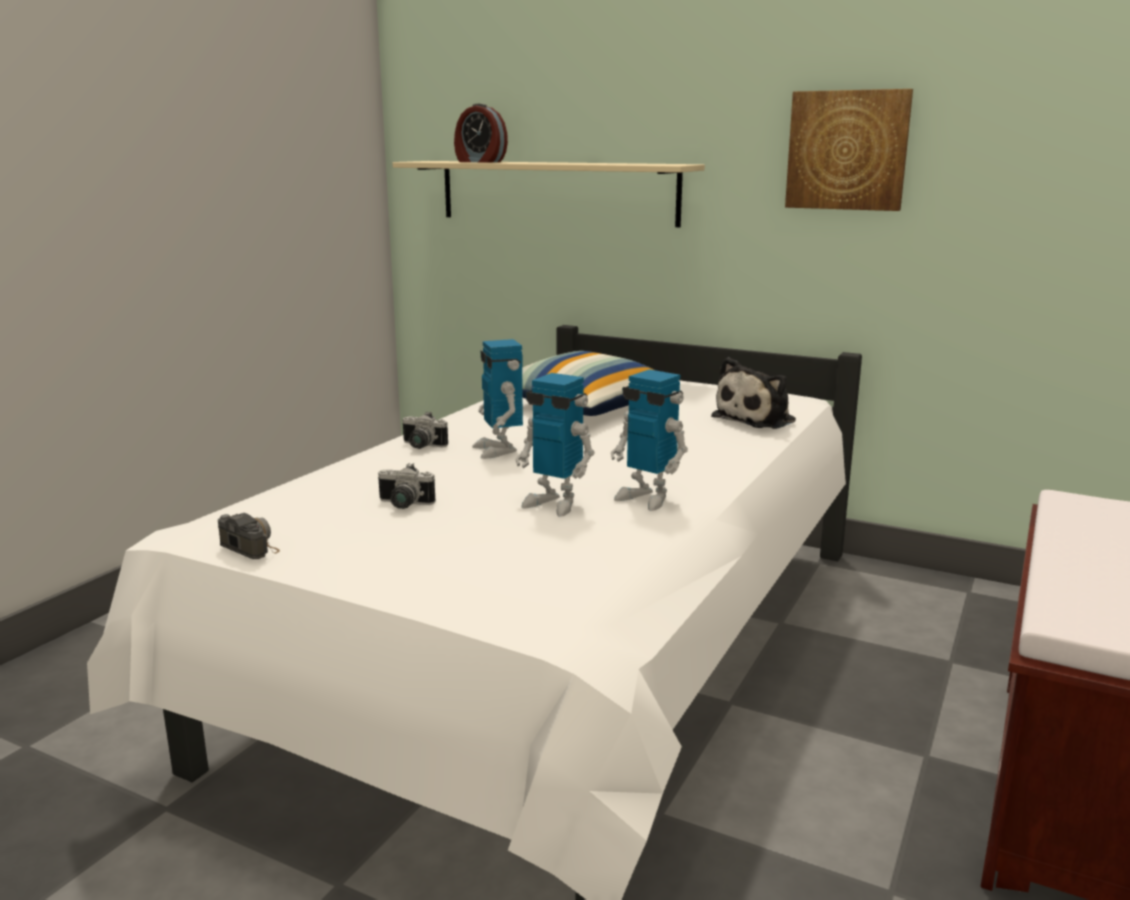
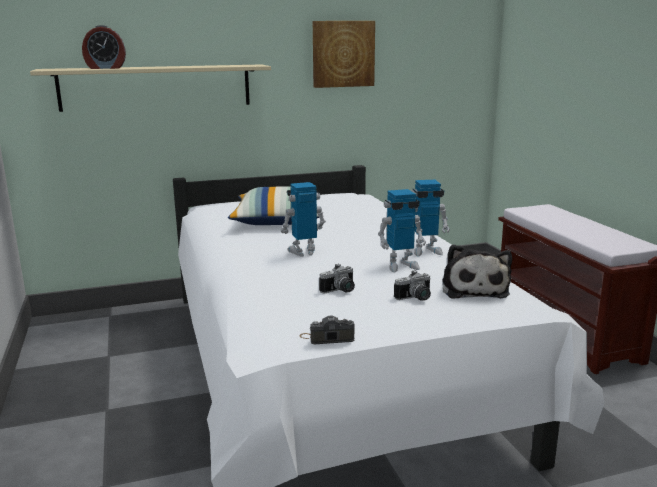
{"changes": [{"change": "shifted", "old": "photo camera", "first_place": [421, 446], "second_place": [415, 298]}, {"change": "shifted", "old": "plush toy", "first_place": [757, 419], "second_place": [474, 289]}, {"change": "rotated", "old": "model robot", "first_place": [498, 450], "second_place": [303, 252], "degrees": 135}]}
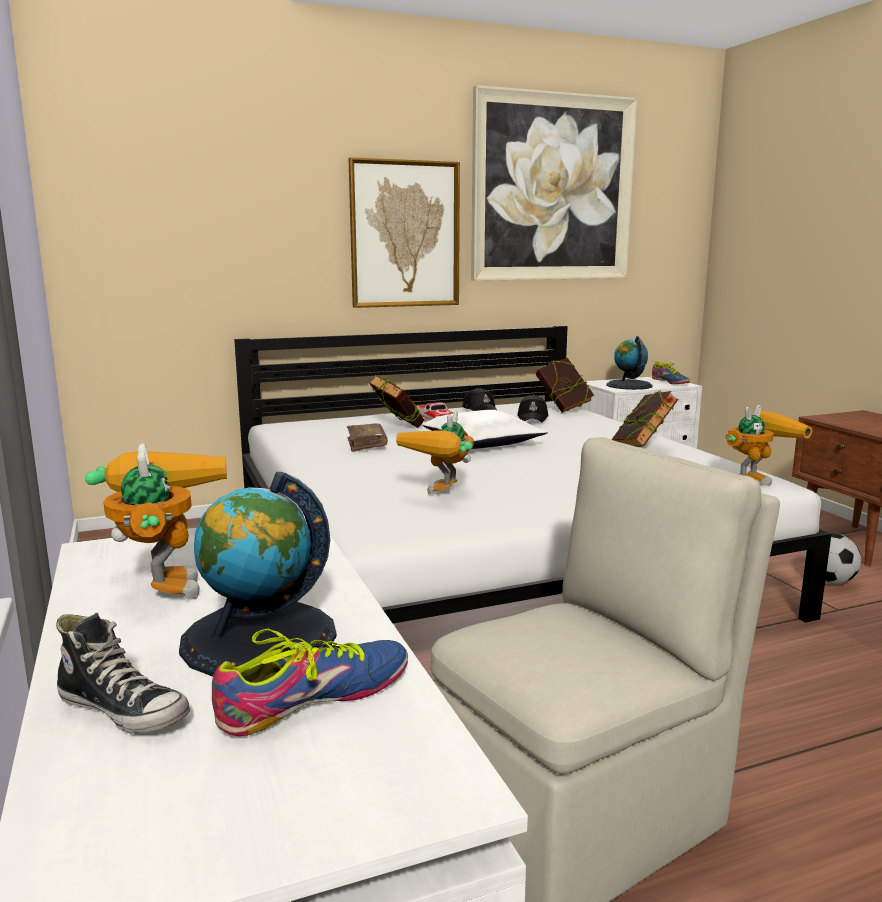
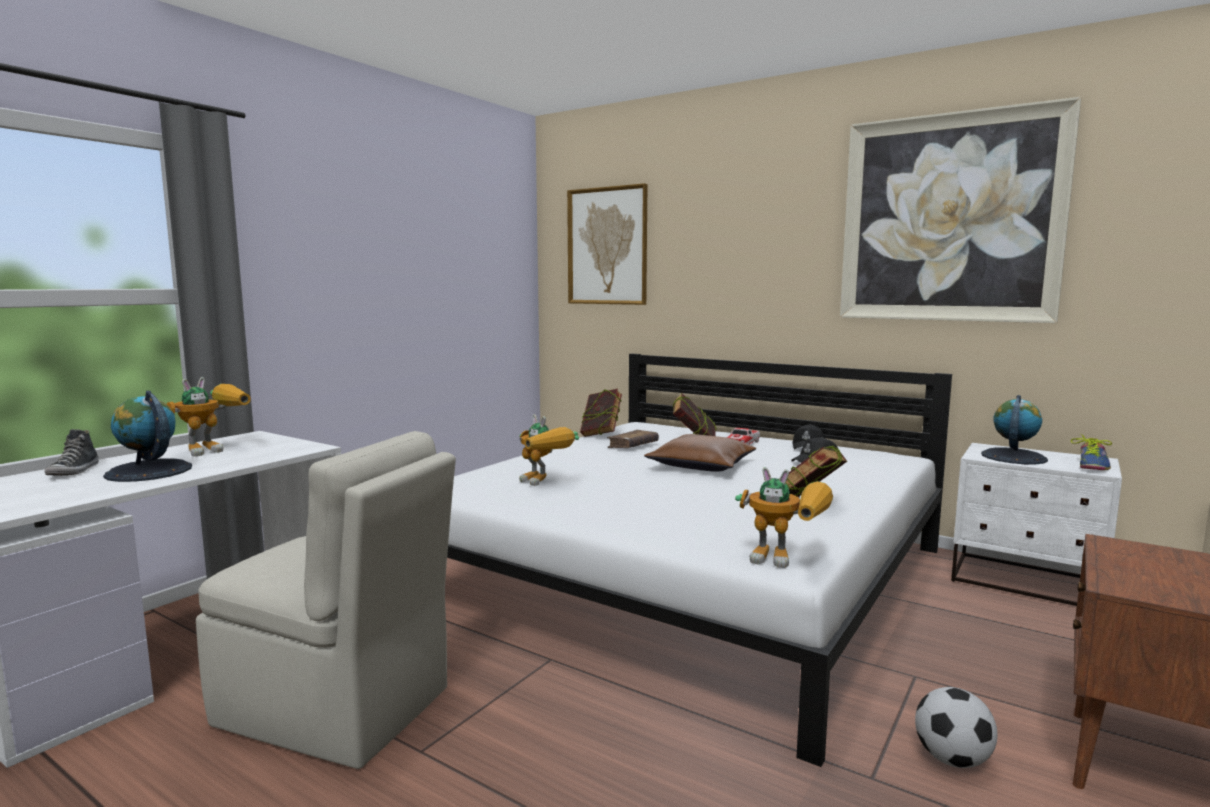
{"changes": [{"change": "gone", "old": "item of footwear", "first_place": [314, 697]}, {"change": "shifted", "old": "picture", "first_place": [405, 234], "second_place": [607, 246]}, {"change": "shifted", "old": "volume", "first_place": [563, 409], "second_place": [601, 435]}, {"change": "repainted", "old": "white-coloured pillow", "new": "brown pillow", "first_place": [483, 443], "second_place": [702, 466]}, {"change": "rotated", "old": "model robot", "first_place": [443, 495], "second_place": [545, 483], "degrees": -120}]}
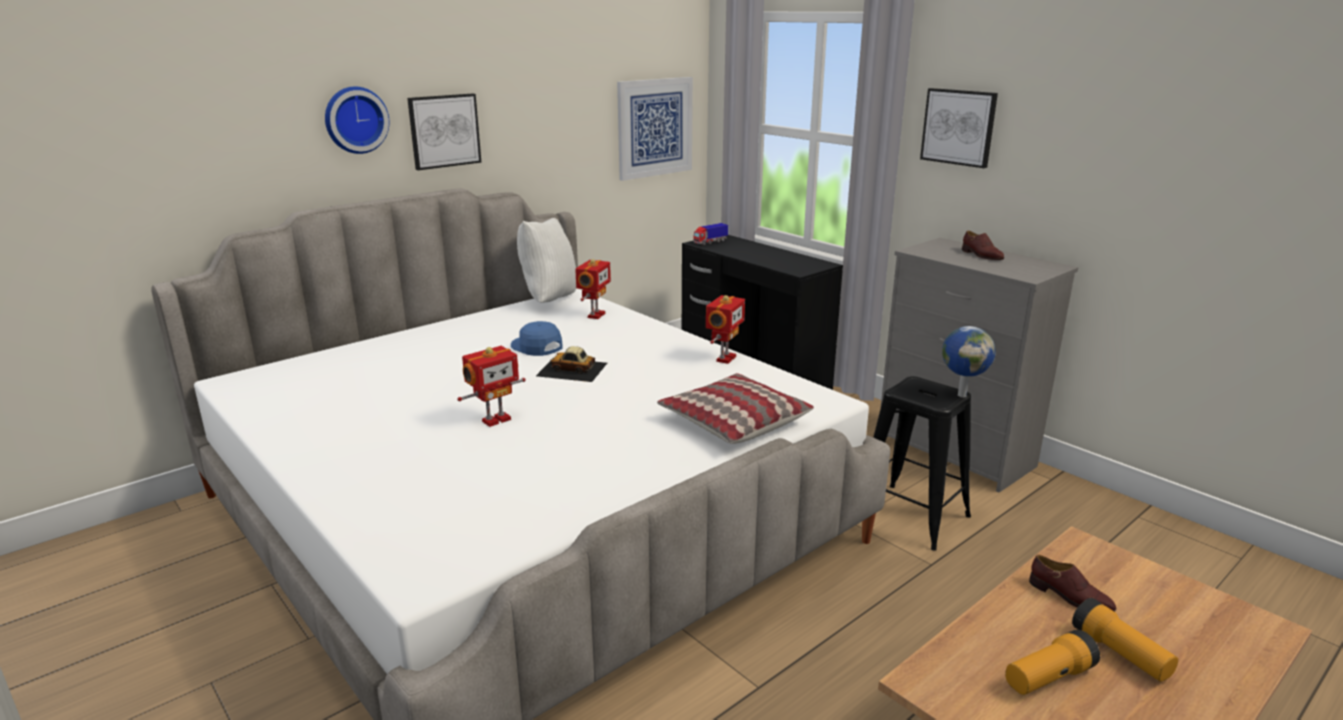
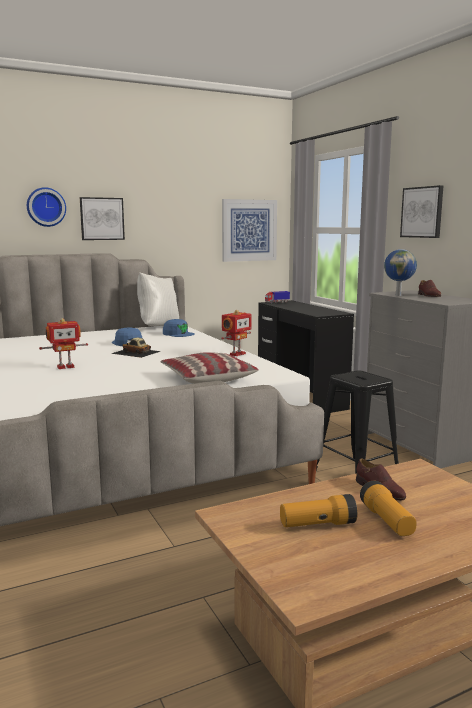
{"changes": [{"change": "shifted", "old": "desk globe", "first_place": [961, 395], "second_place": [398, 295]}, {"change": "swapped", "old": "model robot", "new": "blue-coloured cap", "first_place": [595, 315], "second_place": [178, 334]}]}
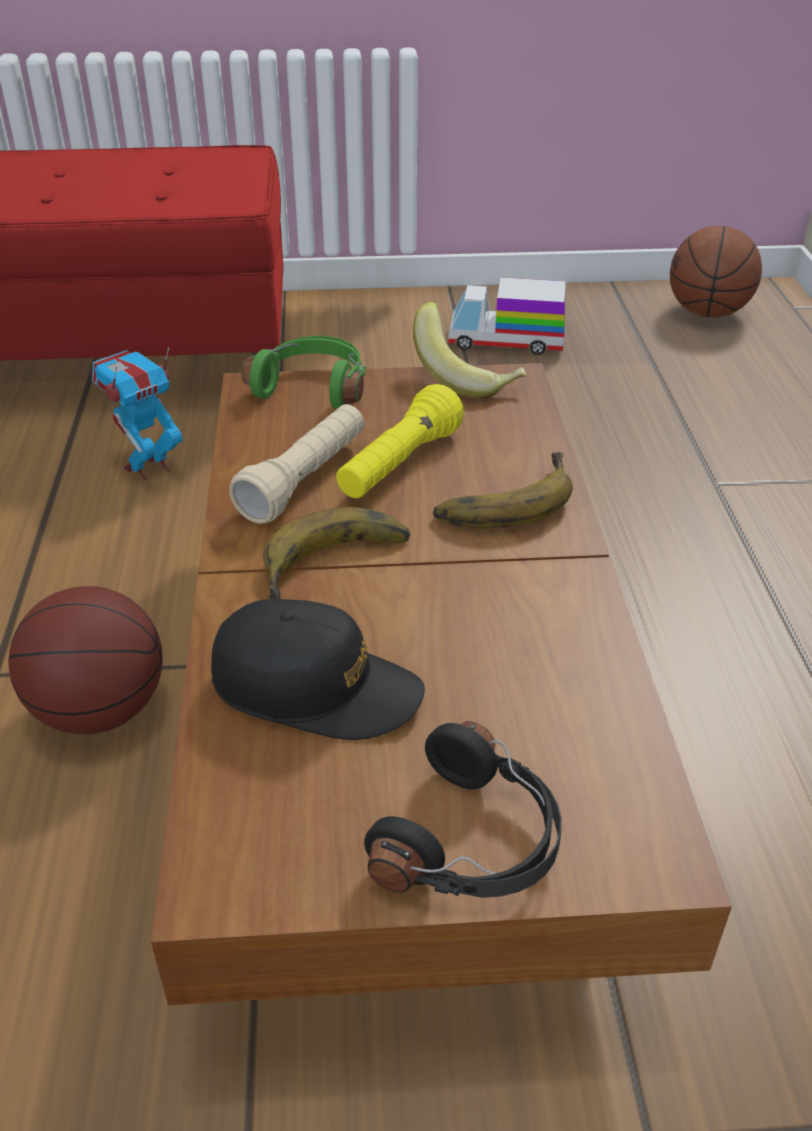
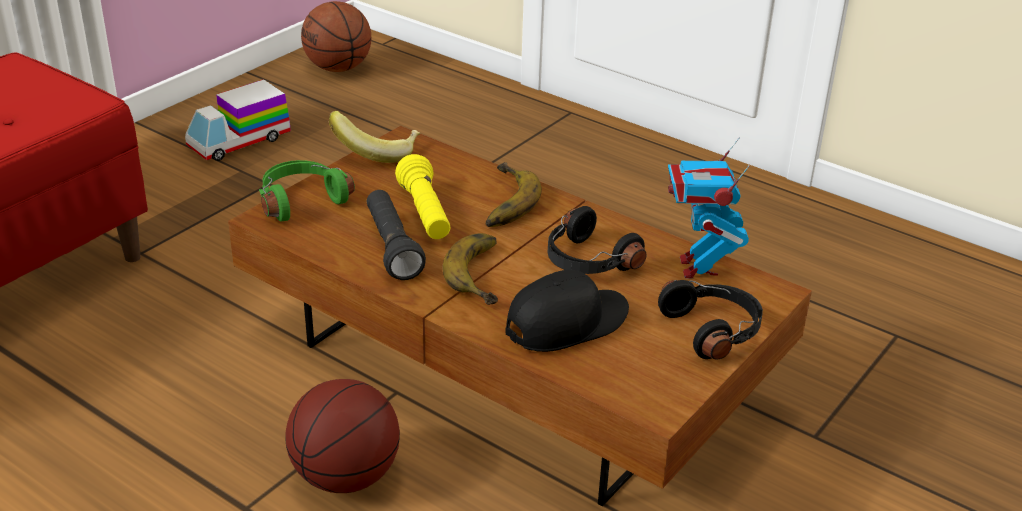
{"changes": [{"change": "new", "new": "black headset", "second_place": [587, 261]}, {"change": "shifted", "old": "model robot", "first_place": [148, 468], "second_place": [698, 267]}, {"change": "repainted", "old": "beige flashlight", "new": "black flashlight", "first_place": [304, 480], "second_place": [392, 247]}]}
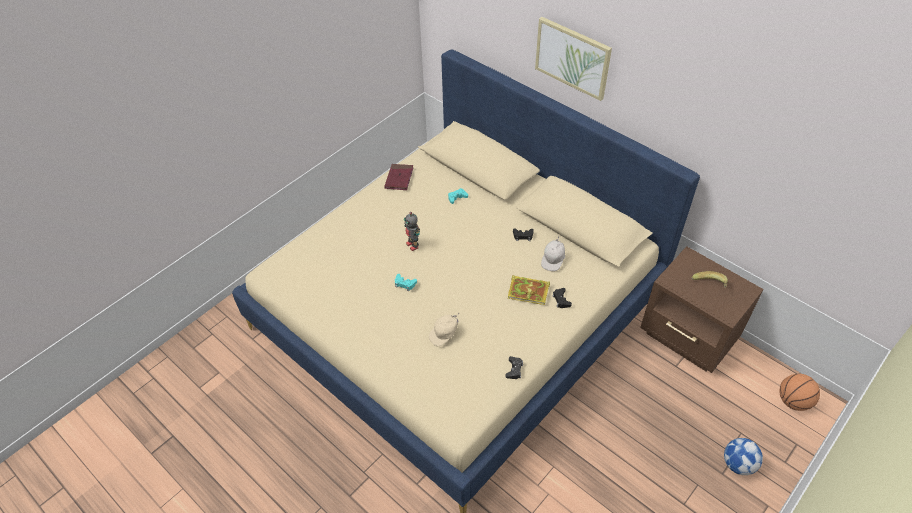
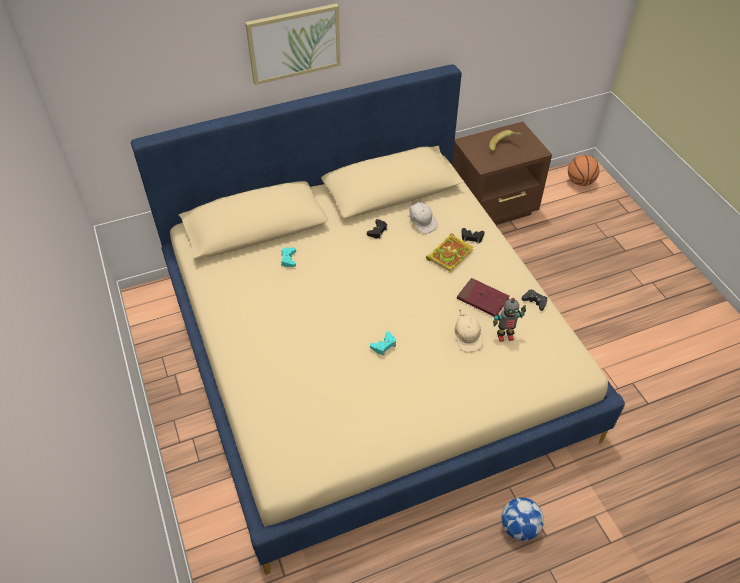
{"changes": [{"change": "shifted", "old": "red volume", "first_place": [399, 178], "second_place": [482, 299]}, {"change": "shifted", "old": "model robot", "first_place": [413, 245], "second_place": [505, 336]}, {"change": "shifted", "old": "ball for football", "first_place": [738, 464], "second_place": [519, 527]}]}
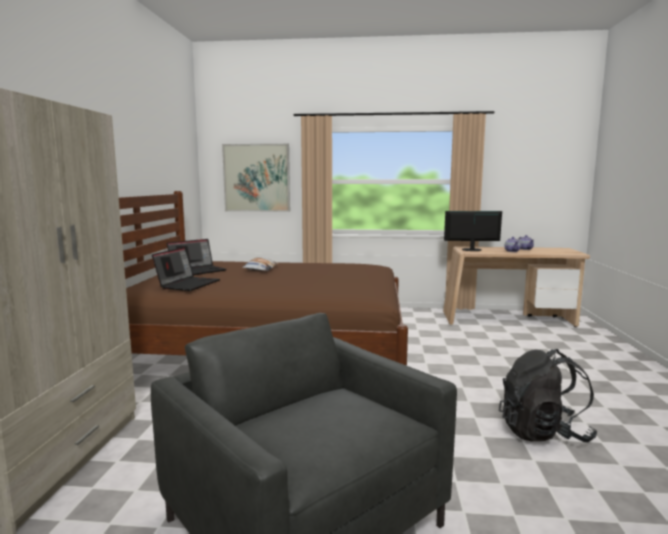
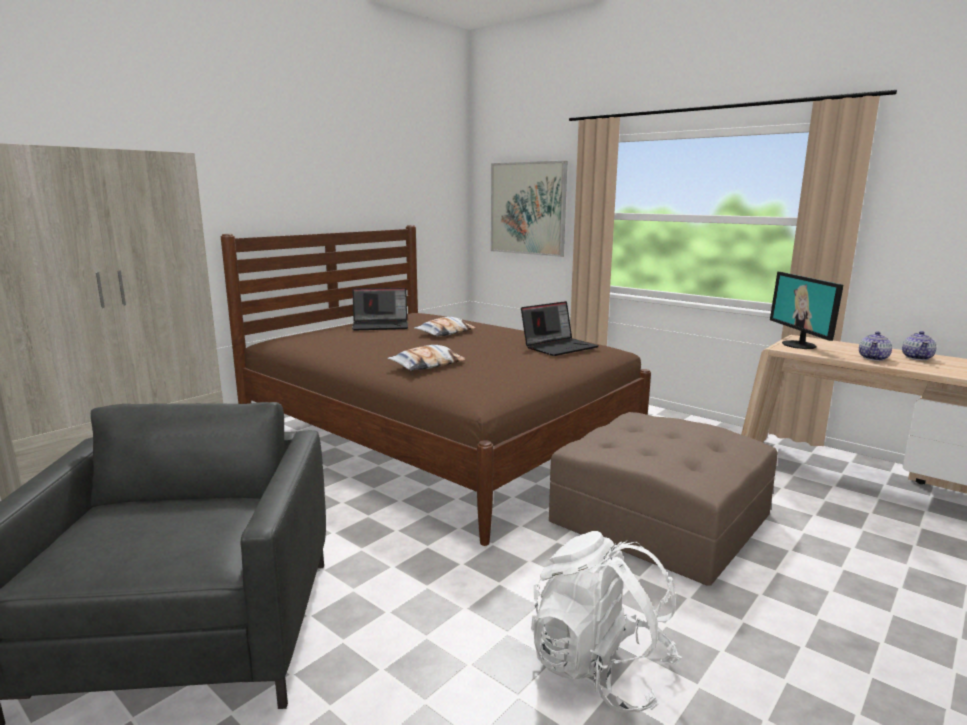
{"changes": [{"change": "new", "new": "pillow", "second_place": [427, 364]}, {"change": "new", "new": "brown pouffe", "second_place": [660, 517]}, {"change": "shifted", "old": "laptop", "first_place": [188, 284], "second_place": [559, 347]}, {"change": "repainted", "old": "black knapsack", "new": "white-coloured knapsack", "first_place": [543, 433], "second_place": [600, 668]}, {"change": "rotated", "old": "computer display", "first_place": [471, 250], "second_place": [799, 345], "degrees": -135}]}
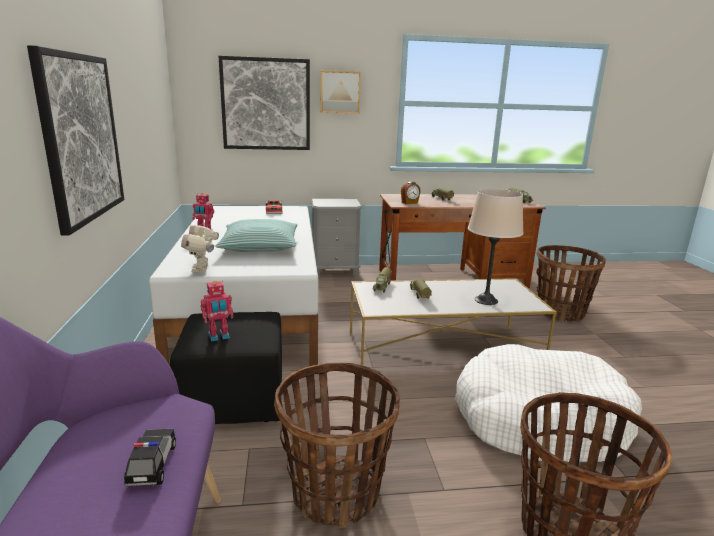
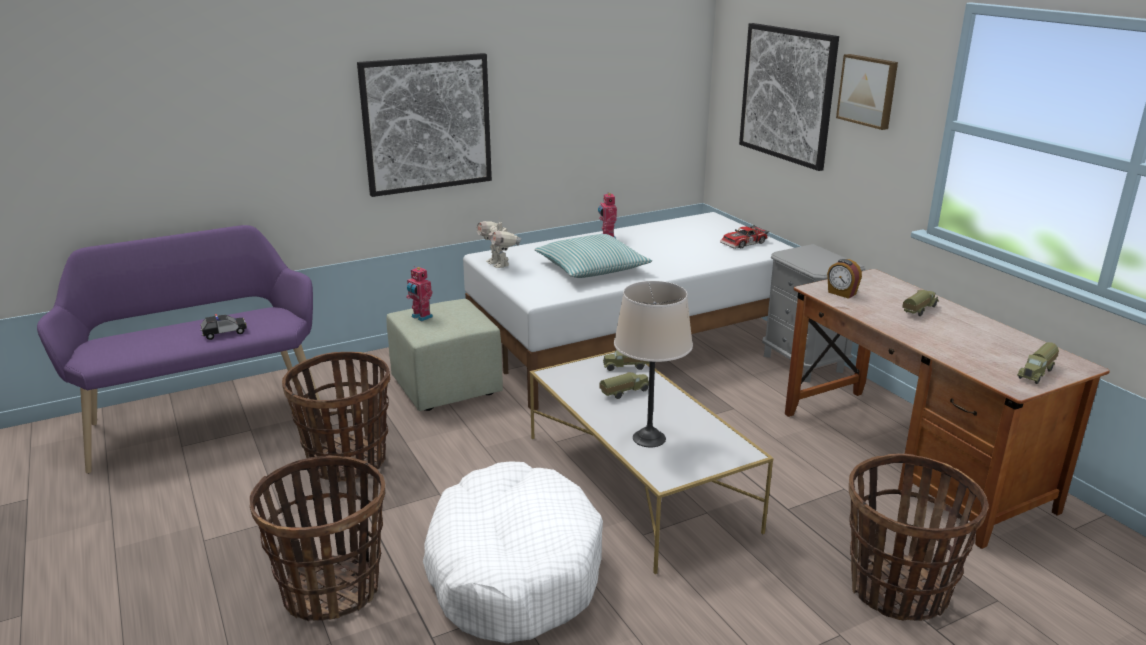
{"changes": [{"change": "repainted", "old": "black pouffe", "new": "green pouffe", "first_place": [236, 400], "second_place": [447, 388]}, {"change": "rotated", "old": "model robot", "first_place": [202, 269], "second_place": [499, 264], "degrees": -90}]}
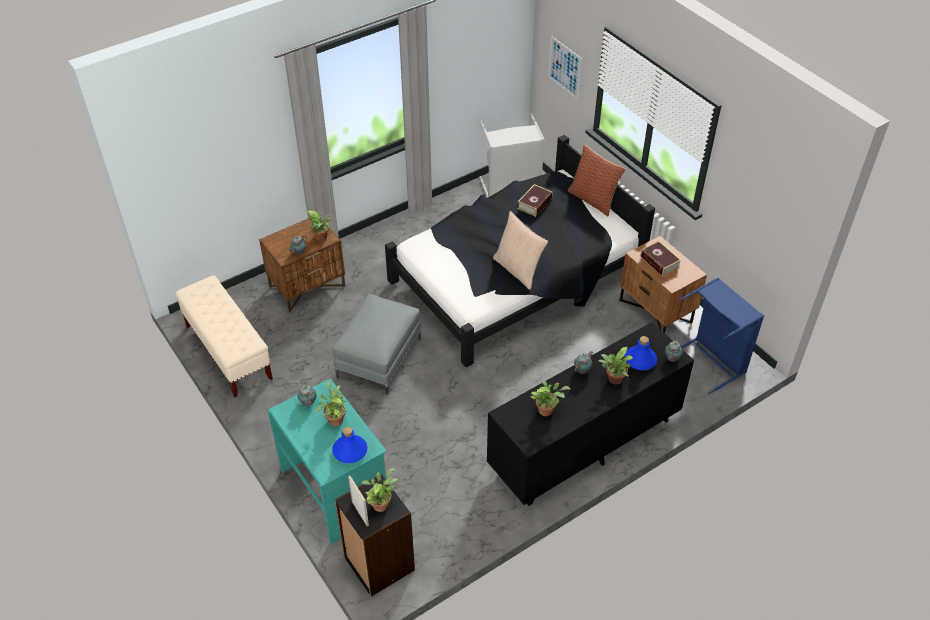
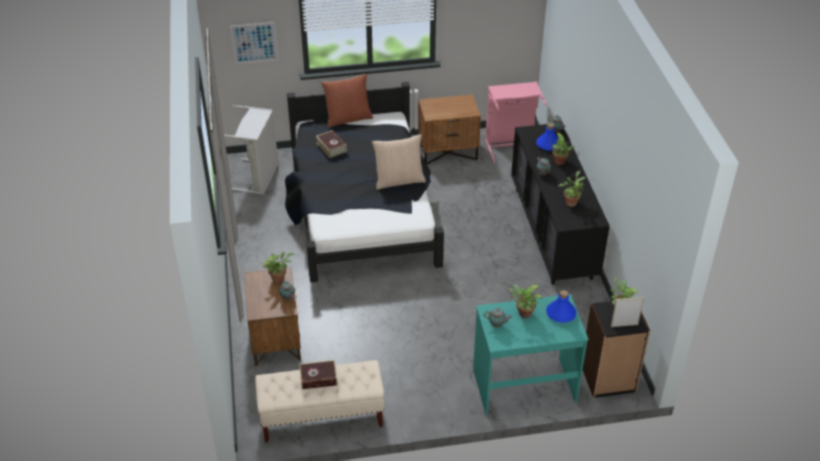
{"changes": [{"change": "gone", "old": "grey pouffe", "first_place": [379, 357]}, {"change": "shifted", "old": "volume", "first_place": [660, 262], "second_place": [318, 378]}, {"change": "repainted", "old": "blue-coloured laundry basket", "new": "pink-coloured laundry basket", "first_place": [712, 361], "second_place": [511, 145]}]}
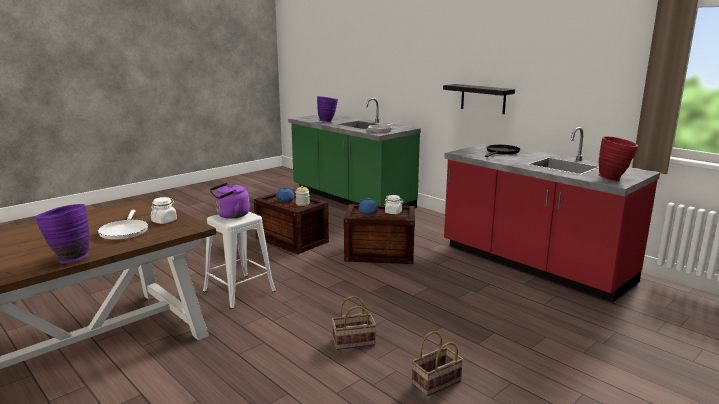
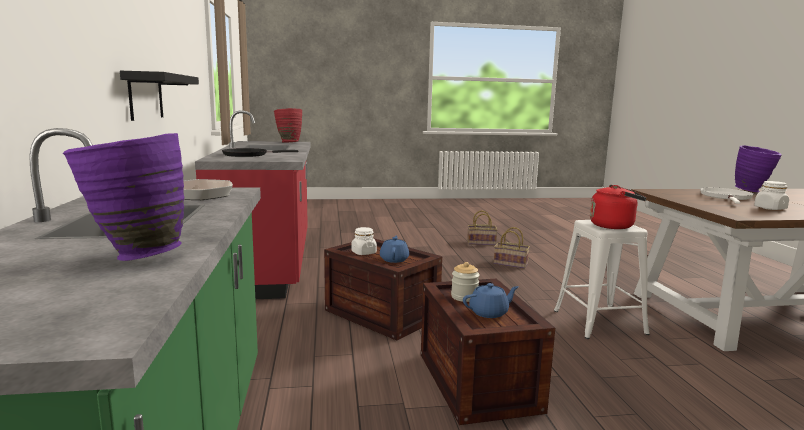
{"changes": [{"change": "shifted", "old": "white-coloured storage jar", "first_place": [164, 221], "second_place": [770, 208]}, {"change": "repainted", "old": "purplish water kettle", "new": "red water kettle", "first_place": [231, 215], "second_place": [614, 226]}]}
